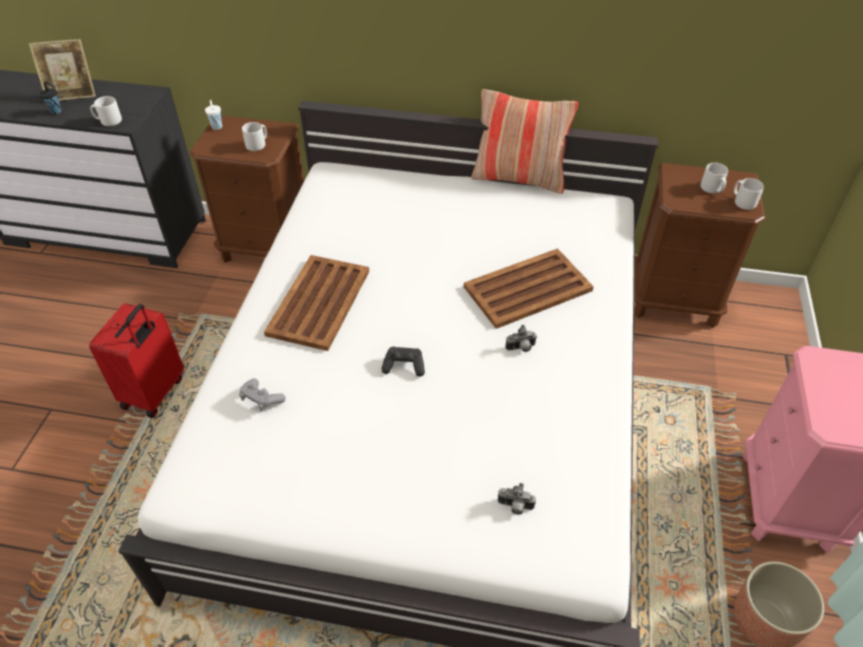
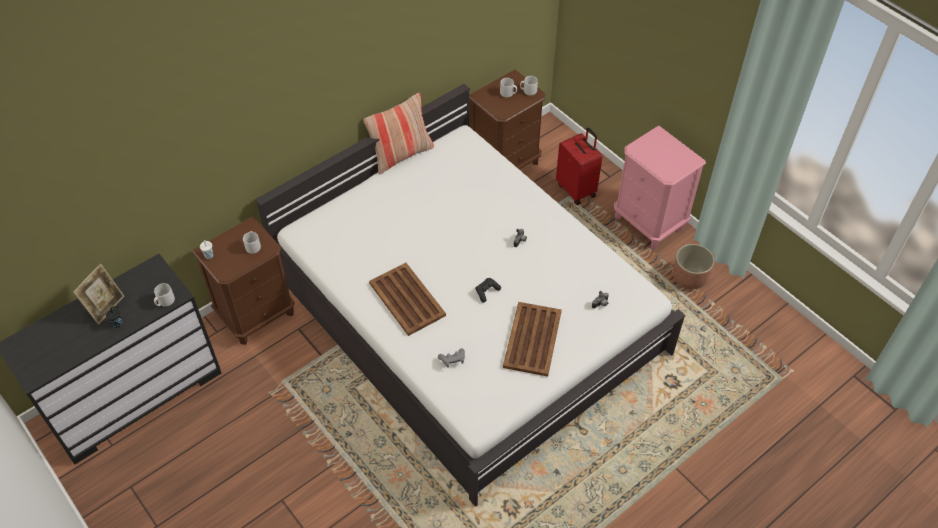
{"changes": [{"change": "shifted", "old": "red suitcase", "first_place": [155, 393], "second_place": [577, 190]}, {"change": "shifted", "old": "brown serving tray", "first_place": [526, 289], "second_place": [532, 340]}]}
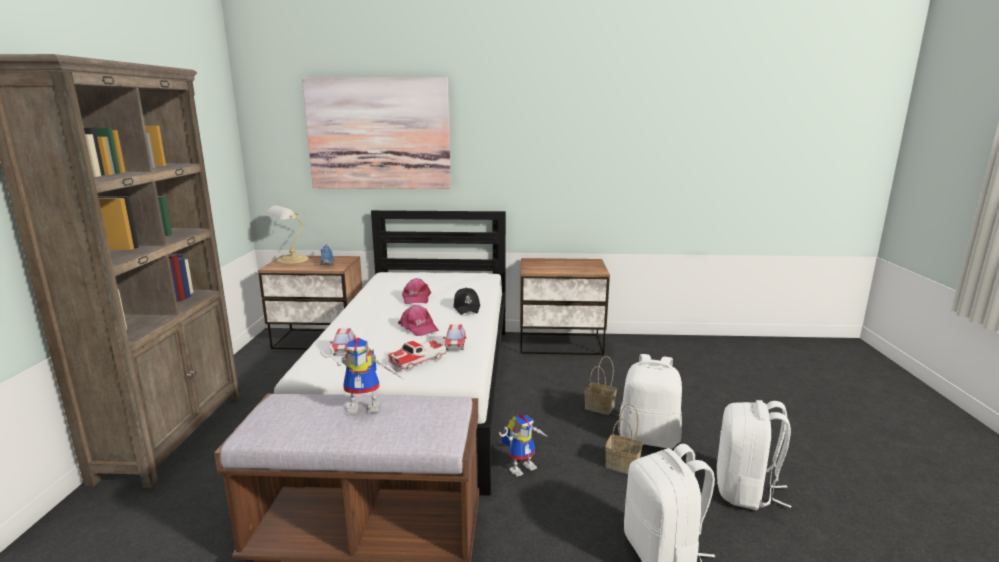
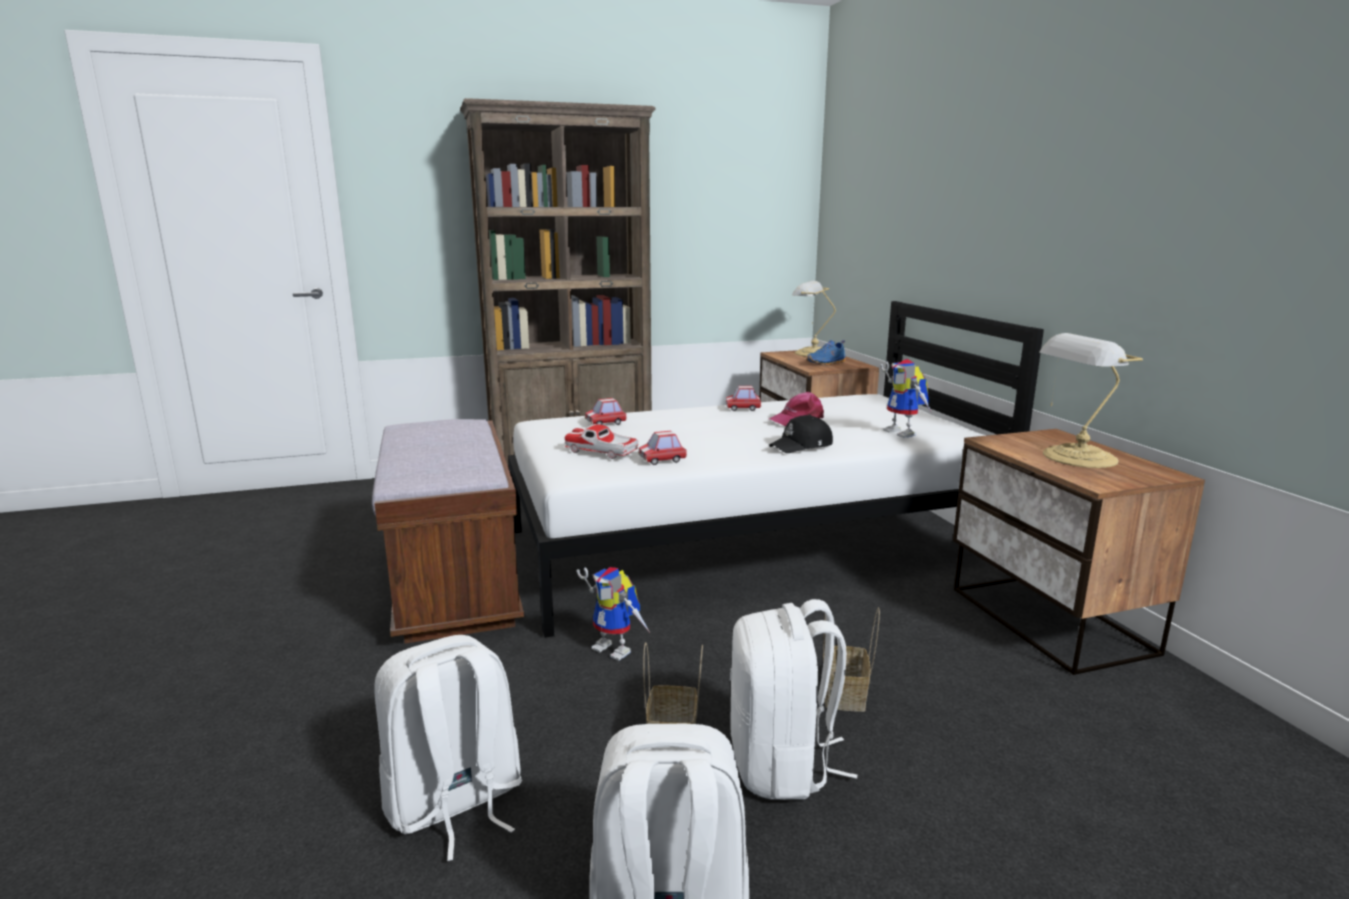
{"changes": [{"change": "gone", "old": "picture", "first_place": [379, 134]}, {"change": "gone", "old": "pink-coloured cap", "first_place": [418, 327]}, {"change": "new", "new": "toy car", "second_place": [743, 408]}, {"change": "new", "new": "tabletop lamp", "second_place": [1076, 457]}, {"change": "shifted", "old": "model robot", "first_place": [366, 406], "second_place": [905, 433]}]}
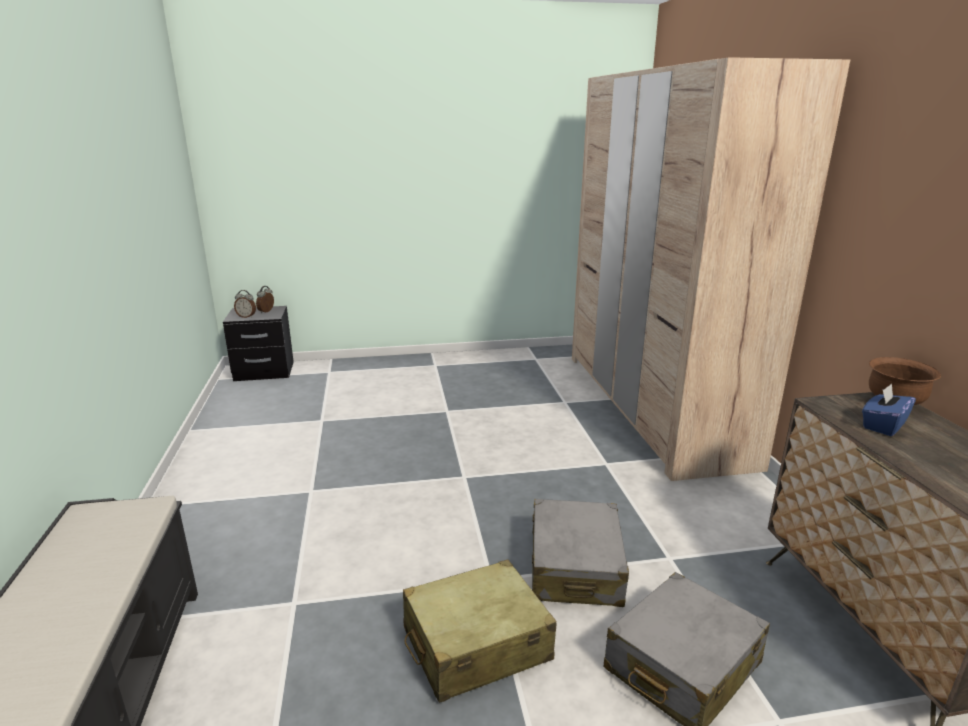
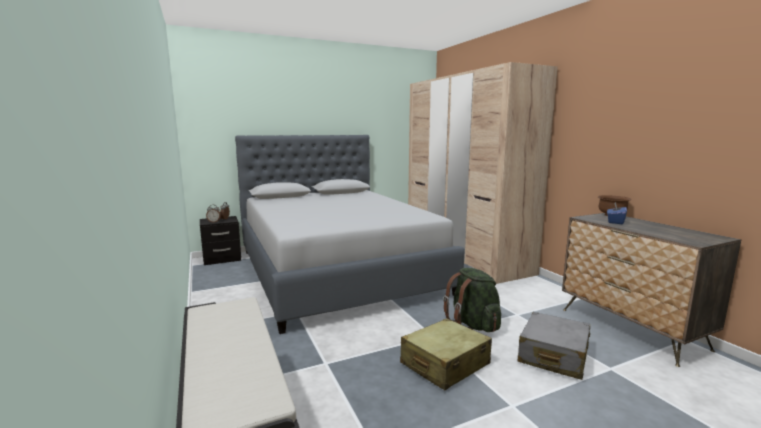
{"changes": [{"change": "new", "new": "grey sleeping bed", "second_place": [337, 271]}, {"change": "swapped", "old": "grey suitcase", "new": "green knapsack", "first_place": [575, 567], "second_place": [473, 324]}]}
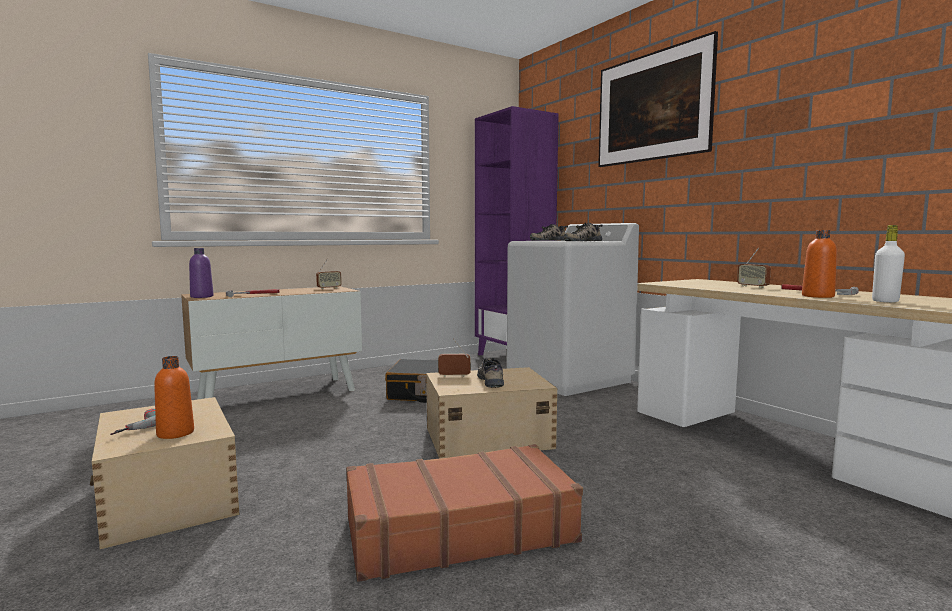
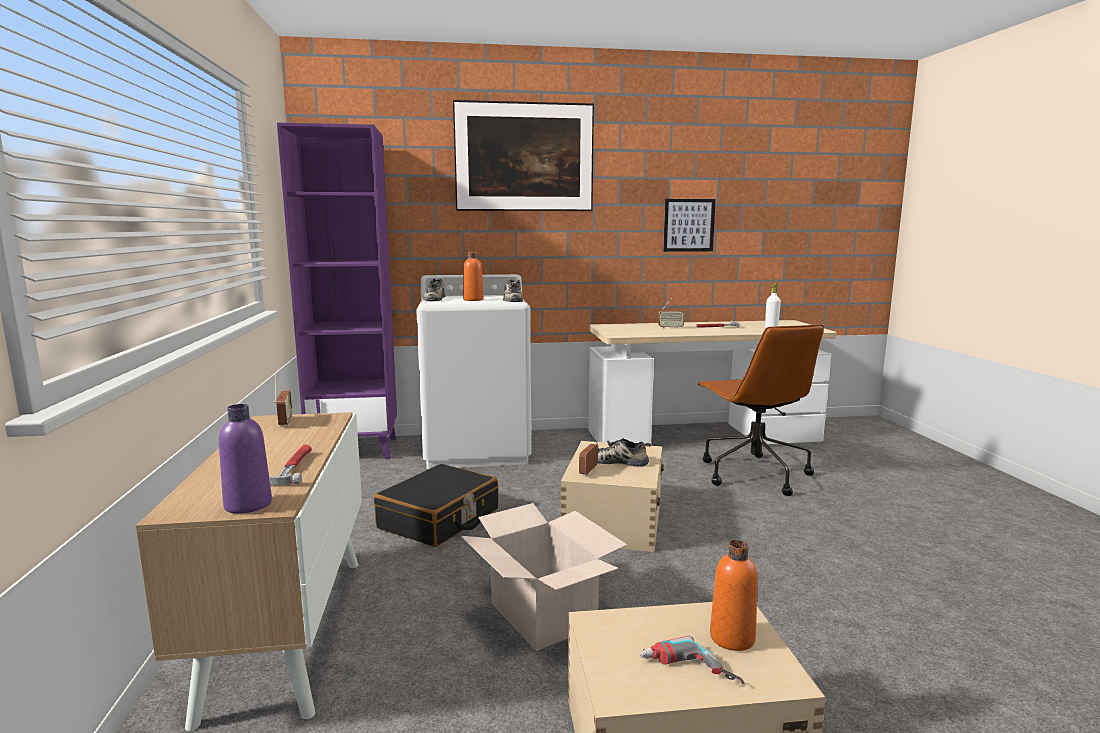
{"changes": [{"change": "gone", "old": "brown suitcase", "first_place": [458, 529]}, {"change": "new", "new": "packing box", "second_place": [542, 615]}, {"change": "new", "new": "picture", "second_place": [688, 225]}, {"change": "new", "new": "brown office chair", "second_place": [753, 473]}, {"change": "shifted", "old": "orangey bottle", "first_place": [817, 296], "second_place": [473, 300]}]}
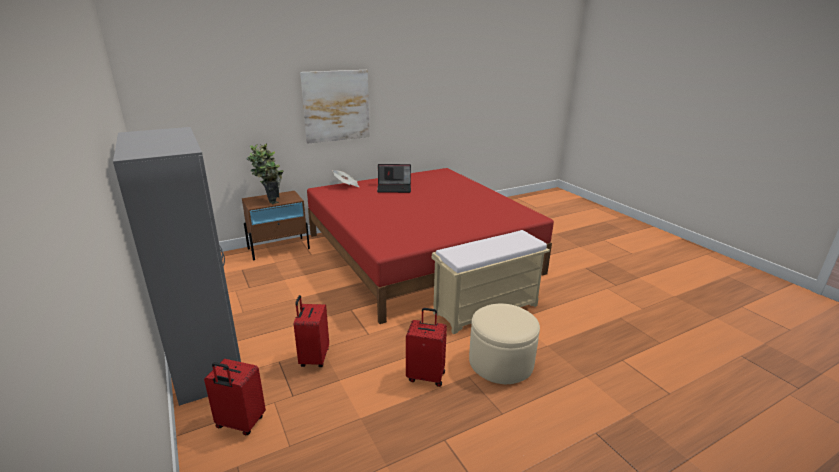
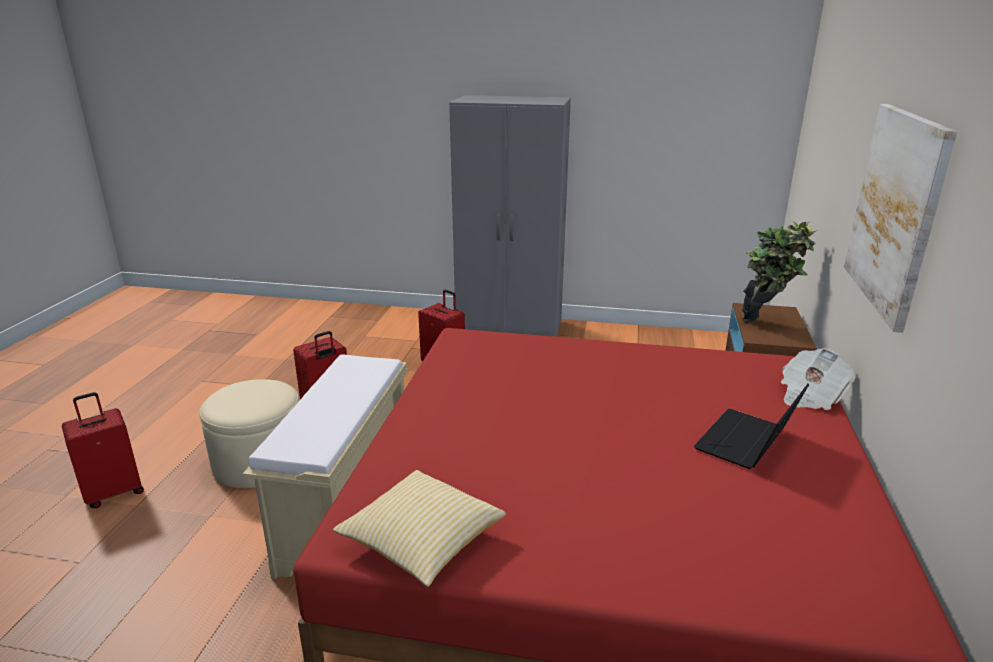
{"changes": [{"change": "new", "new": "pillow", "second_place": [422, 542]}, {"change": "shifted", "old": "red suitcase", "first_place": [240, 423], "second_place": [114, 492]}]}
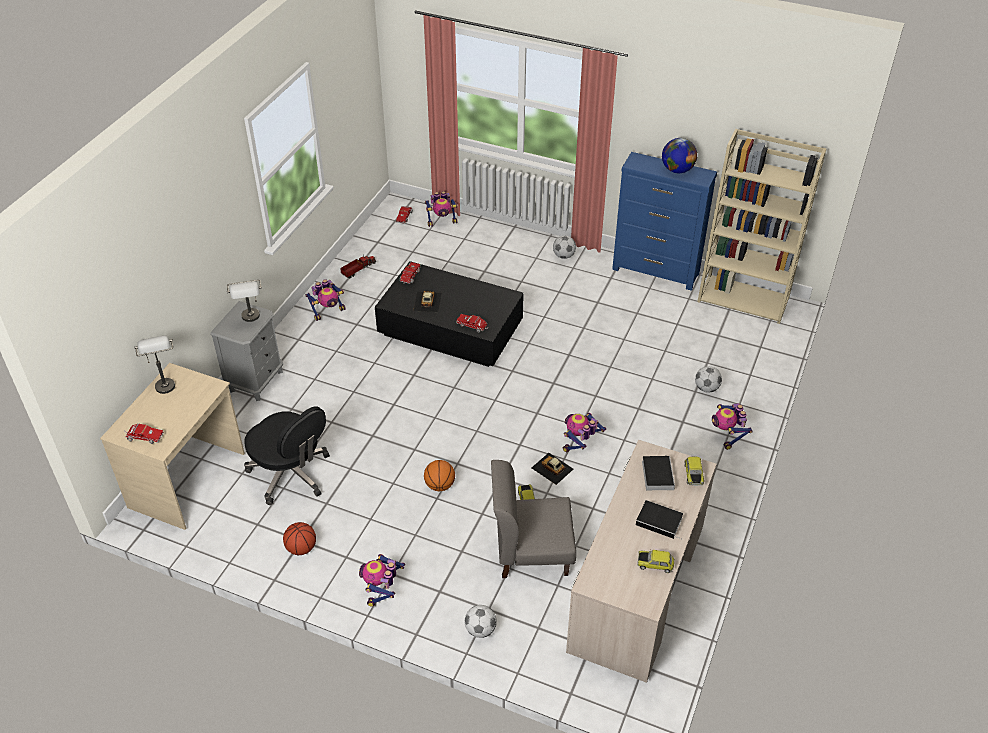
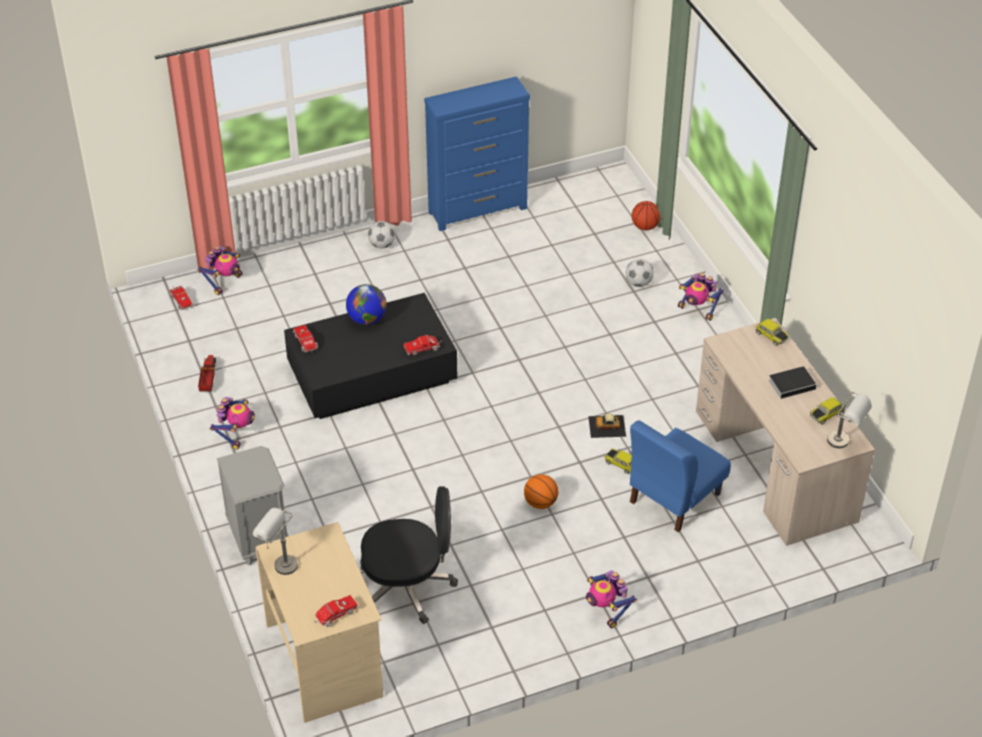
{"changes": [{"change": "gone", "old": "toy car", "first_place": [427, 301]}, {"change": "gone", "old": "ball for football", "first_place": [480, 629]}, {"change": "gone", "old": "model robot", "first_place": [580, 444]}, {"change": "gone", "old": "volume", "first_place": [657, 474]}, {"change": "gone", "old": "beige shelving unit", "first_place": [744, 299]}, {"change": "shifted", "old": "grey tabletop lamp", "first_place": [251, 320], "second_place": [845, 443]}, {"change": "shifted", "old": "ball for basketball", "first_place": [301, 548], "second_place": [645, 227]}, {"change": "shifted", "old": "desk globe", "first_place": [677, 170], "second_place": [367, 319]}, {"change": "repainted", "old": "grey plain chair", "new": "blue-coloured plain chair", "first_place": [531, 552], "second_place": [674, 498]}]}
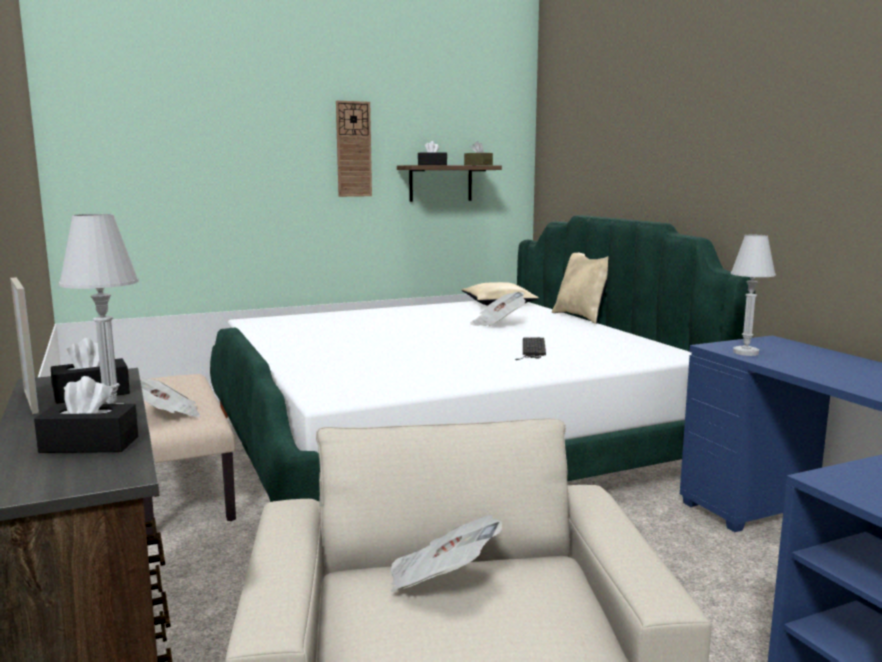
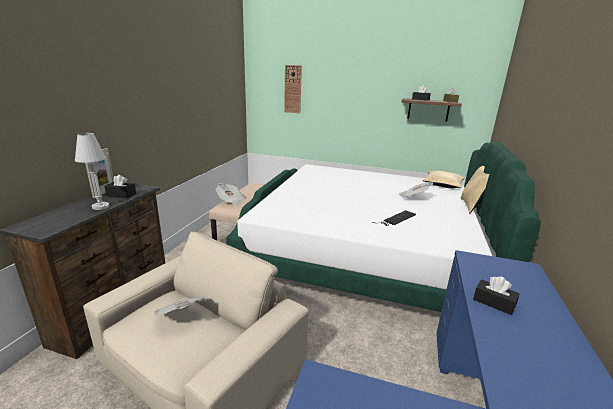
{"changes": [{"change": "gone", "old": "white-coloured tabletop lamp", "first_place": [745, 353]}, {"change": "shifted", "old": "black tissue holder", "first_place": [89, 444], "second_place": [493, 302]}, {"change": "shifted", "old": "clock on the wall", "first_place": [353, 149], "second_place": [293, 89]}]}
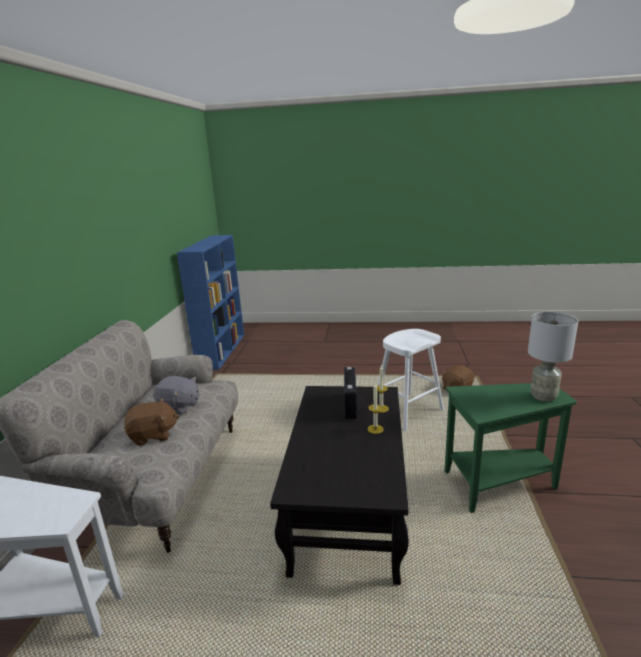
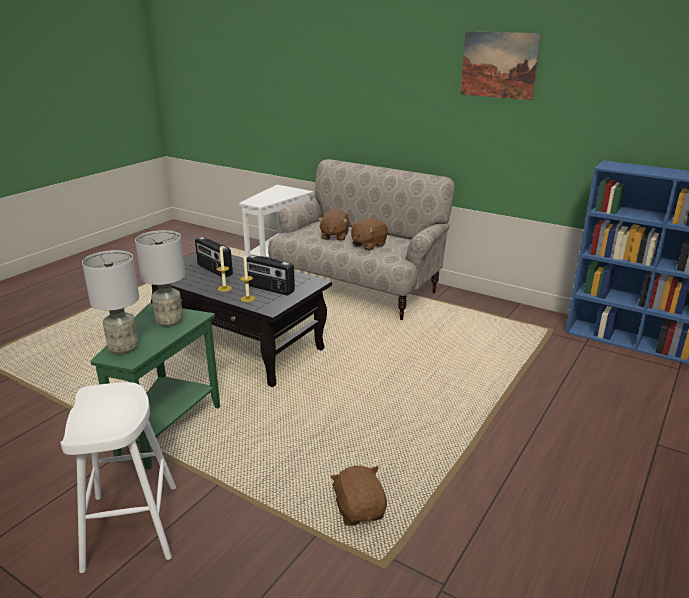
{"changes": [{"change": "new", "new": "grey tabletop lamp", "second_place": [169, 321]}, {"change": "new", "new": "radio set", "second_place": [214, 270]}, {"change": "new", "new": "picture", "second_place": [499, 65]}, {"change": "shifted", "old": "white-coloured stool seat", "first_place": [407, 411], "second_place": [131, 526]}, {"change": "repainted", "old": "grey plush toy", "new": "brown plush toy", "first_place": [179, 407], "second_place": [368, 245]}]}
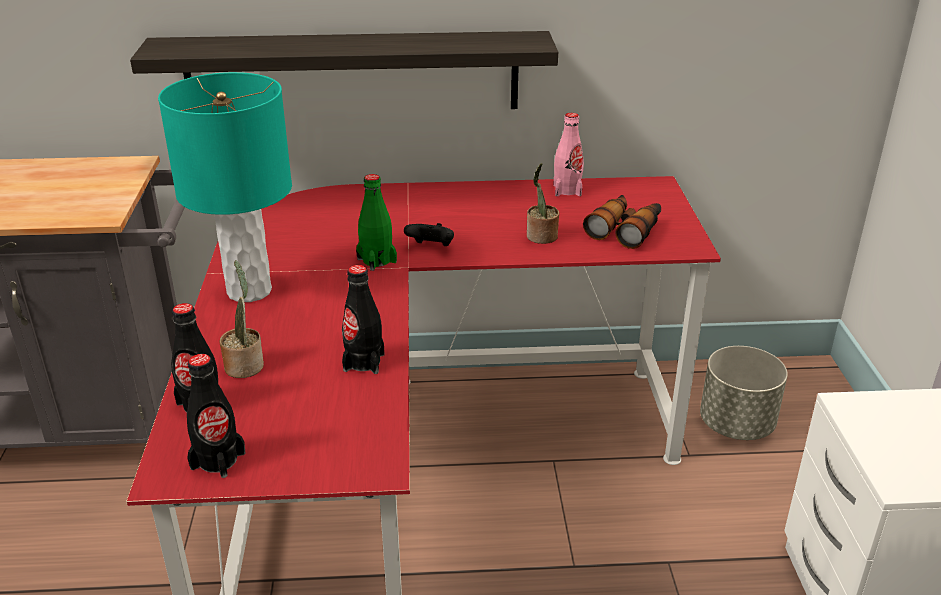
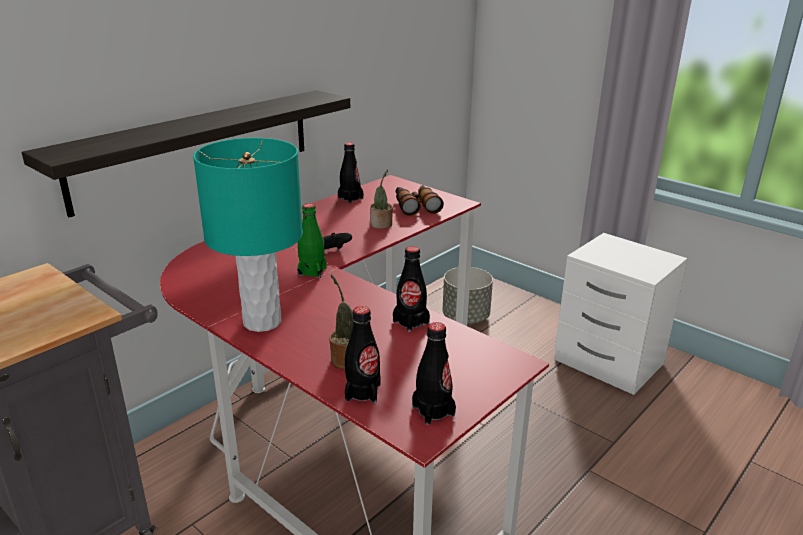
{"changes": [{"change": "repainted", "old": "pink-coloured bottle", "new": "black bottle", "first_place": [567, 190], "second_place": [350, 198]}]}
